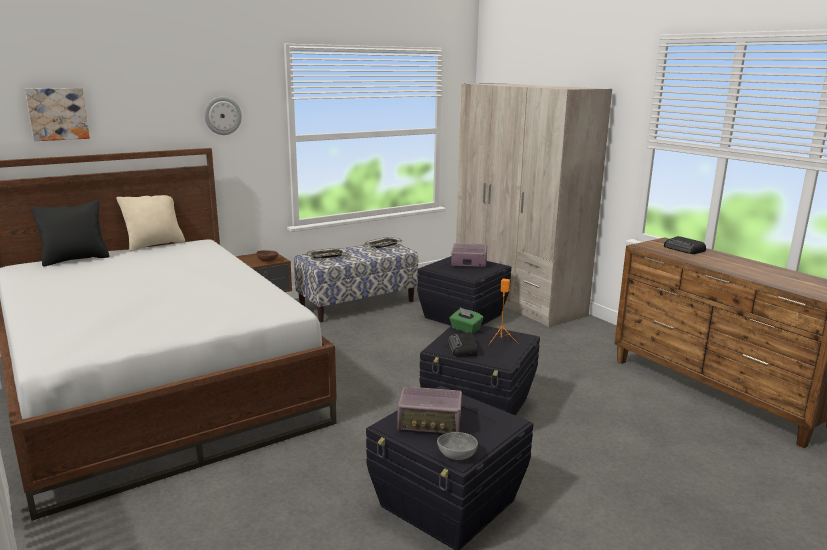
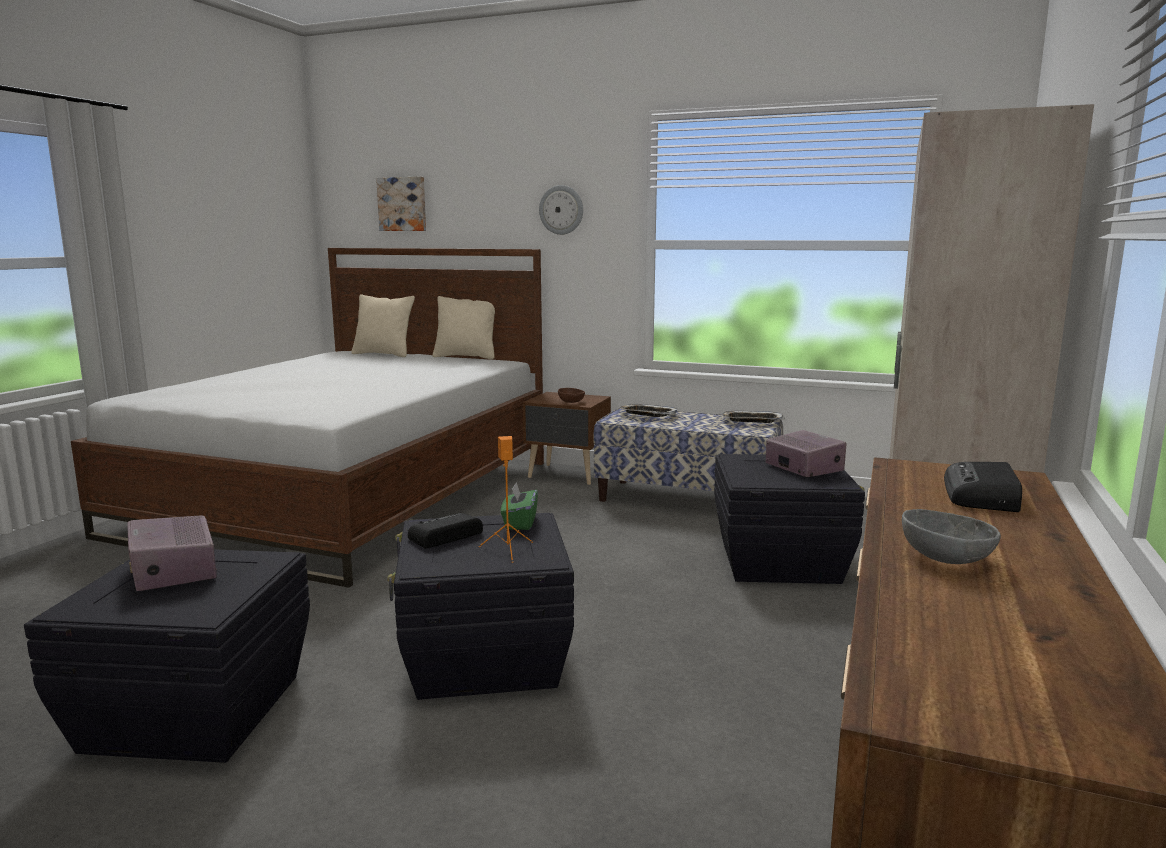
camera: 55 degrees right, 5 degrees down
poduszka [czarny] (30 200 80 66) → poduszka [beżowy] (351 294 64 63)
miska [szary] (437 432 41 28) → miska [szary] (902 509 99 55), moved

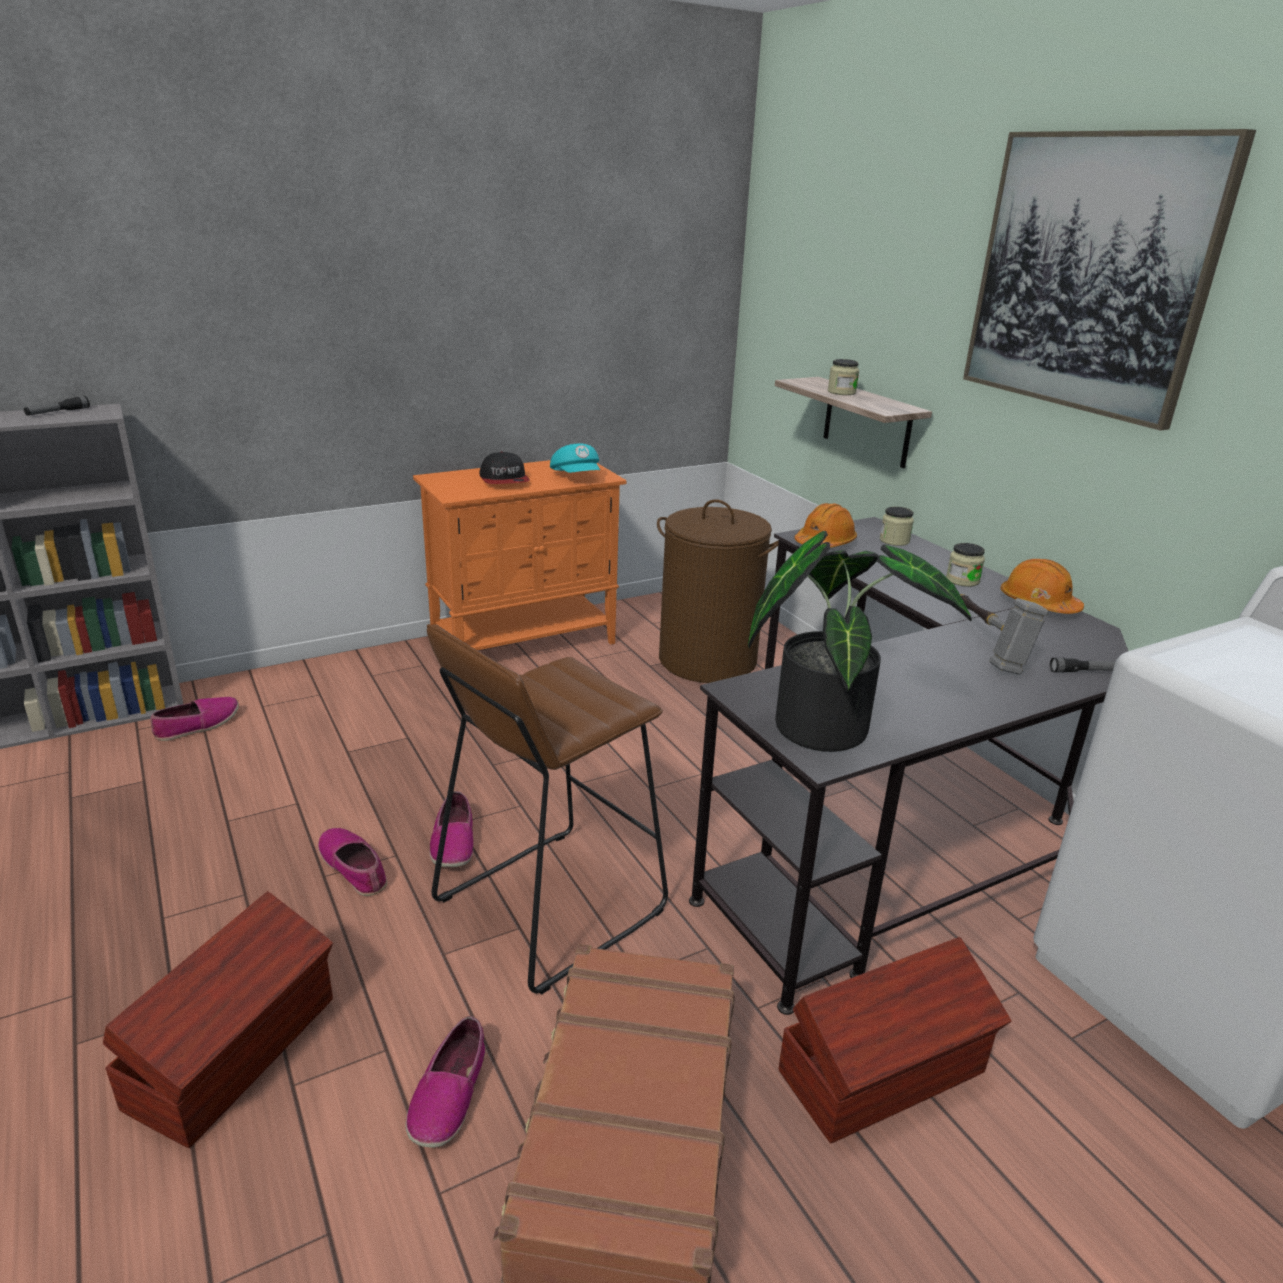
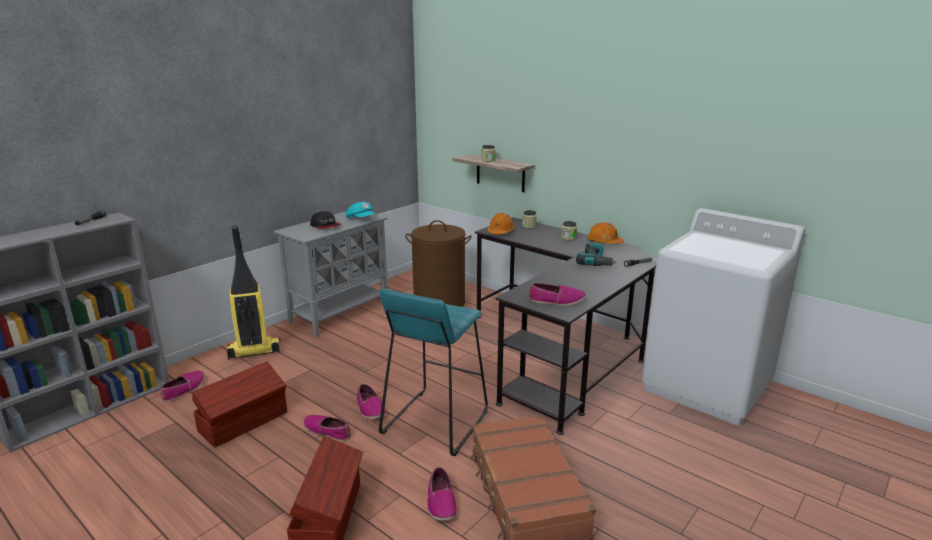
camera: 20 degrees left, 5 degrees down
szafka [pomarańczowy] (413 460 214 190) → szafka [szary] (273 211 115 125)
stołek [brązowy] (427 624 241 371) → stołek [turkusowy] (379 289 109 167)
roślina doniczkowa (748 531 224 221) → but (529 283 57 23)
pojemnik do przechowywania [brązowy] (779 937 232 206) → pojemnik do przechowywania [brązowy] (192 361 95 87), moved
młotek (960 594 88 81) → wiertarka (576 243 41 23)
obraz (963 129 293 302) → -
- → odkurzacz (227 225 53 135)

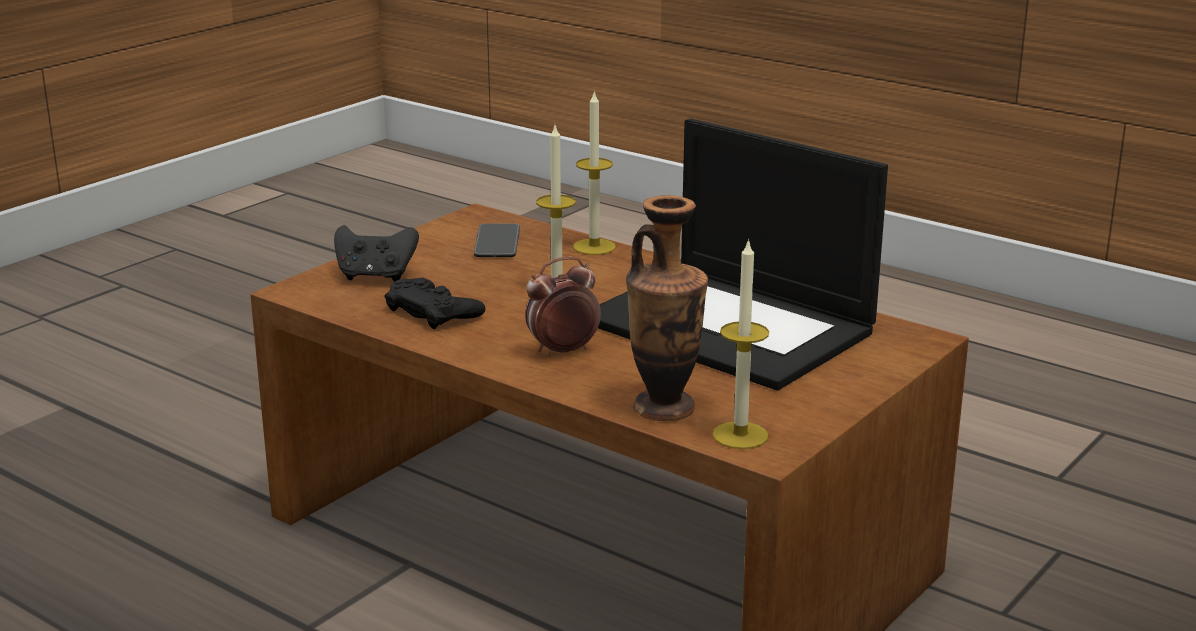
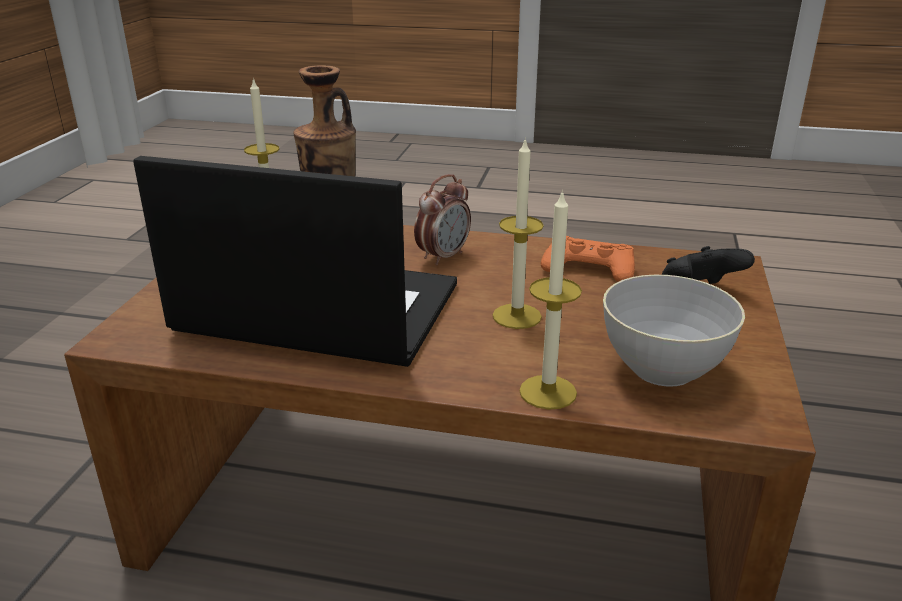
camera: 155 degrees right, 5 degrees up
pad do gier [czarny] (385 277 101 52) → pad do gier [pomarańczowy] (540 236 95 46)
telefon (474 224 46 33) → miska [szary] (603 275 142 112)

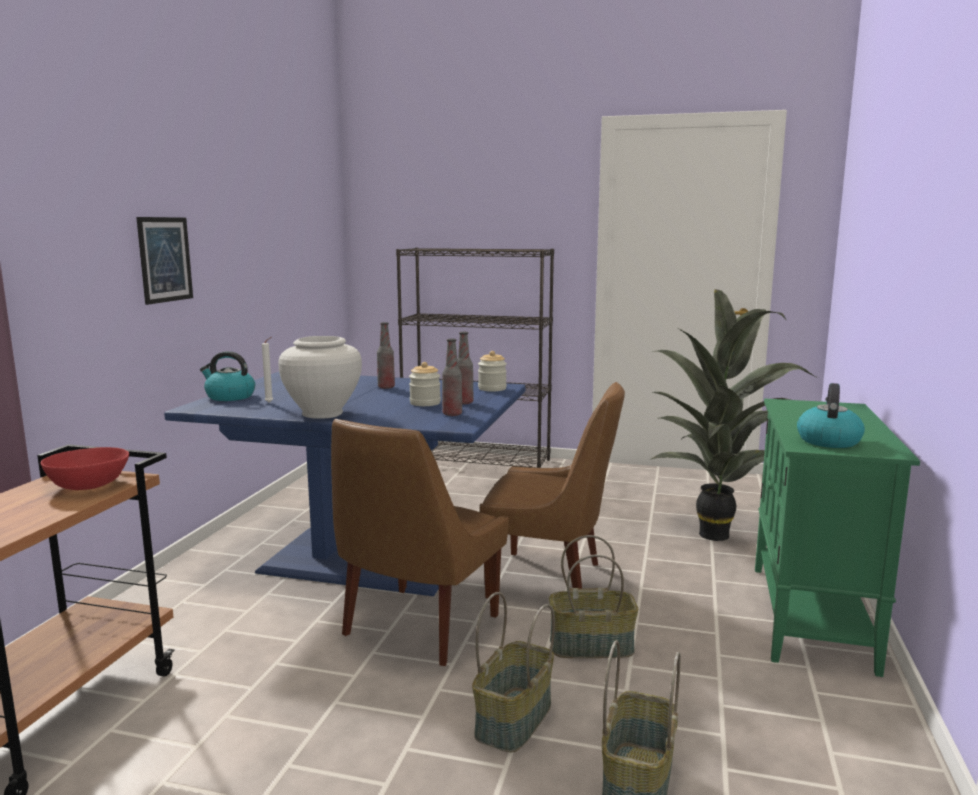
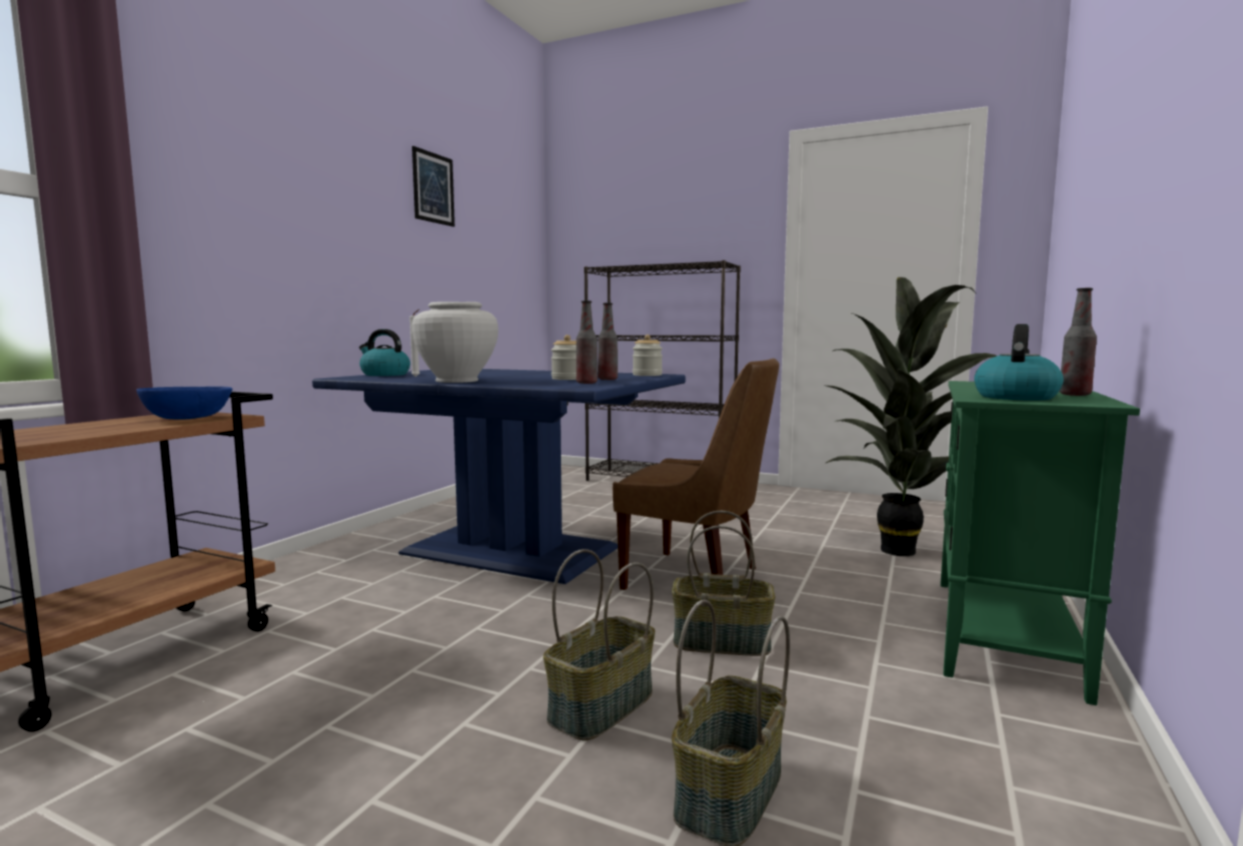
camera: 10 degrees right, 5 degrees down
miska [czerwony] (40 447 89 43) → miska [niebieski] (136 386 96 34)
obraz (136 217 57 88) → obraz (412 146 43 81), moved
krzesło [brązowy] (331 419 178 247) → -
butelka (377 322 18 67) → butelka (1059 288 38 108), moved

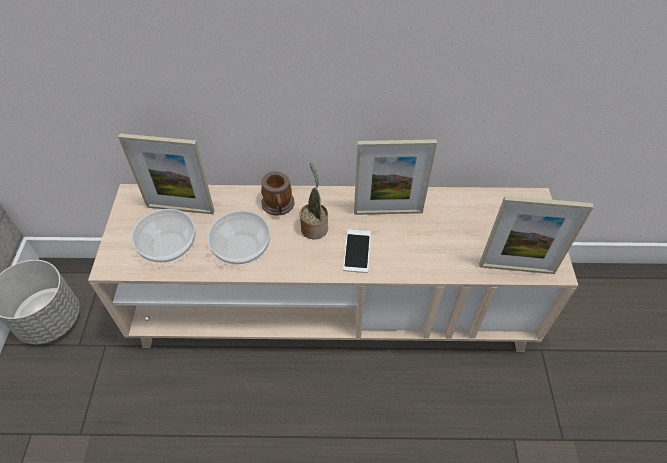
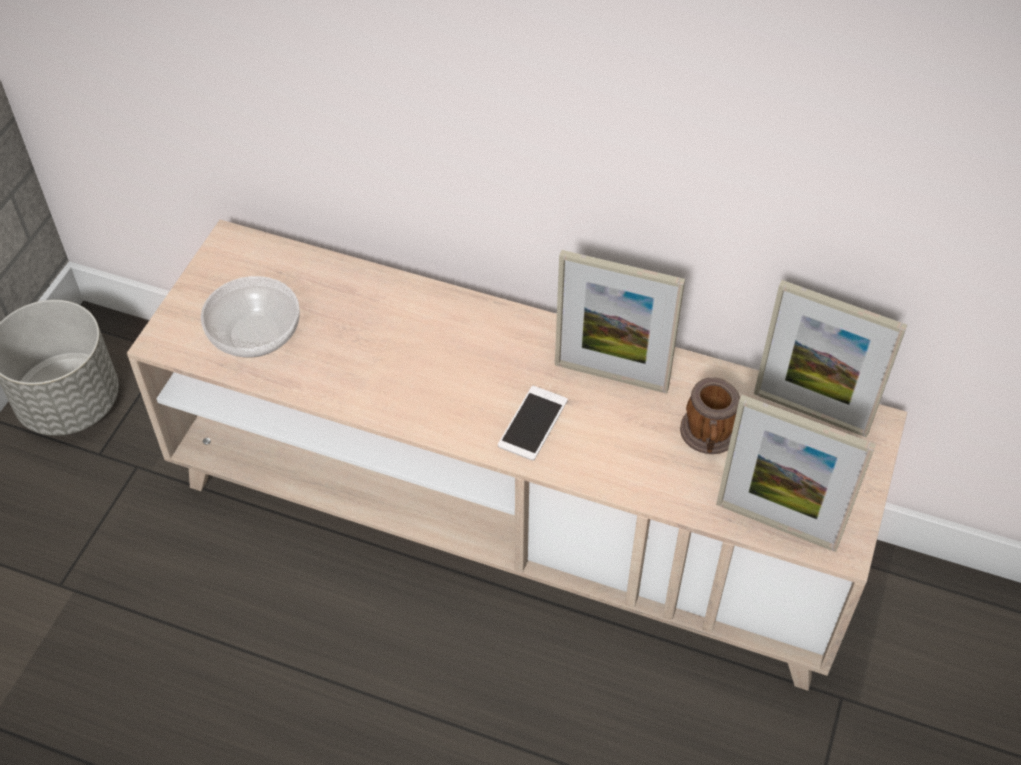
camera: 20 degrees right, 0 degrees up
ramka na zdjęcie (118 133 96 81) → ramka na zdjęcie (754 280 153 158), moved
miska (207 210 64 54) → -
kubek (261 171 33 45) → kubek (680 377 60 77), moved
roślina doniczkowa (300 163 28 76) → -

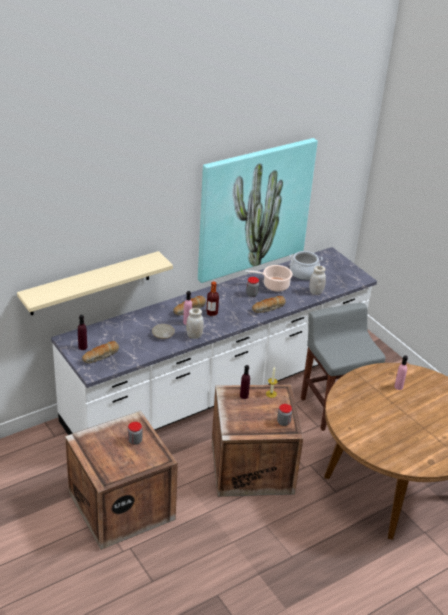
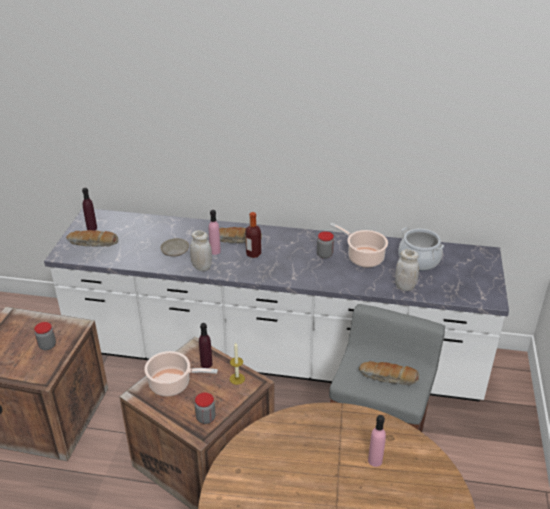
camera: 45 degrees right, 0 degrees up
półka [beżowy] (17 251 156 64) → -
obraz (198 138 120 145) → -
chleb (252 296 34 17) → chleb (359 361 60 24), moved
- → garnek (145 351 73 45)

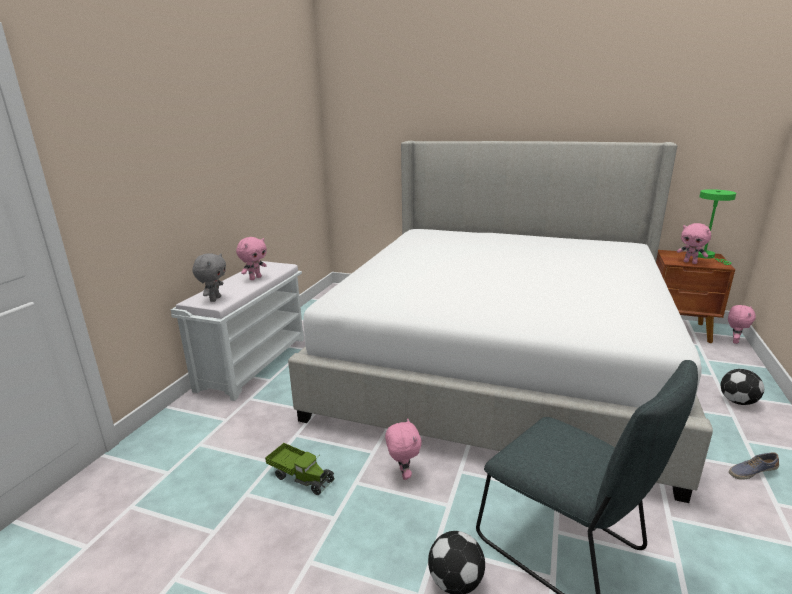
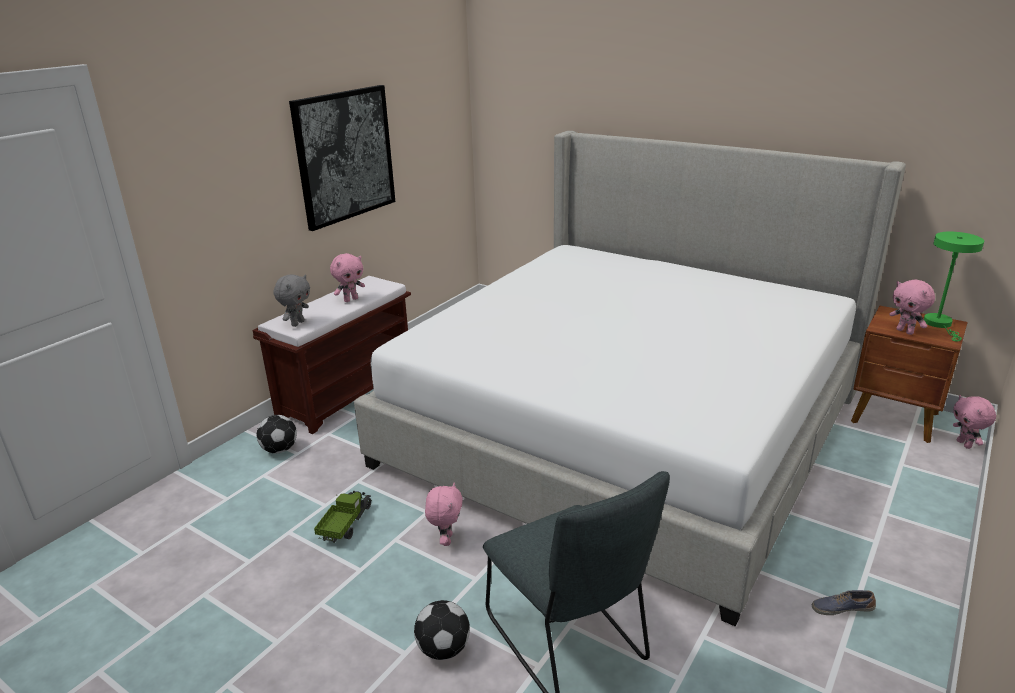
camera: 15 degrees right, 5 degrees up
ławka [biały] (171 261 133 140) → ławka [brązowy] (253 276 158 158)
ciężarówka zabawkowa (265 443 70 52) → ciężarówka zabawkowa (314 491 58 52), 120 degrees counterclockwise
piłka futbolowa (720 369 44 36) → piłka futbolowa (257 415 40 38), moved
pluszak [różowy] (728 305 28 39) → pluszak [różowy] (953 395 43 54), 120 degrees clockwise
- → obraz (289 85 106 146)

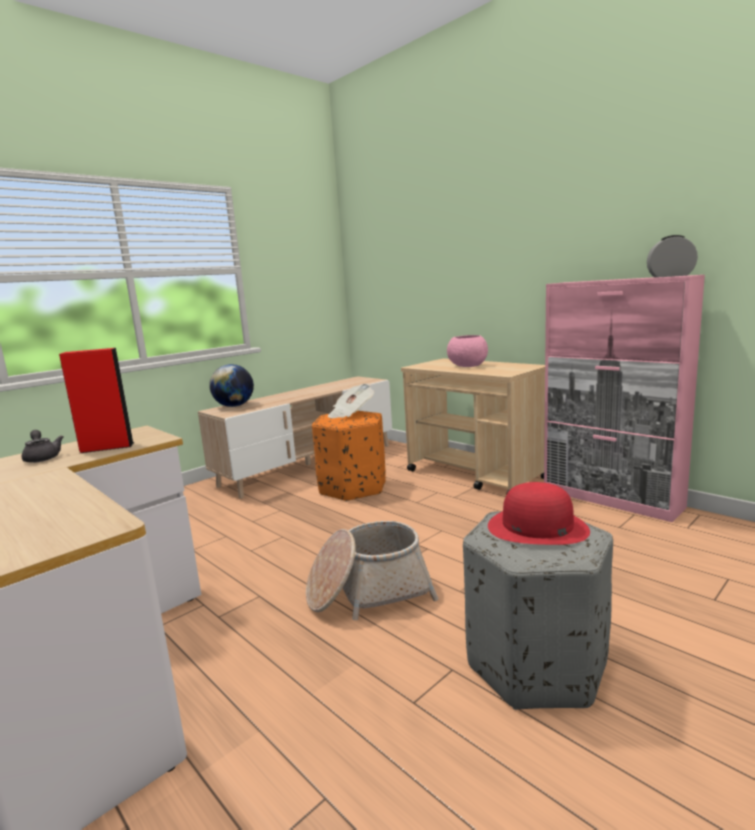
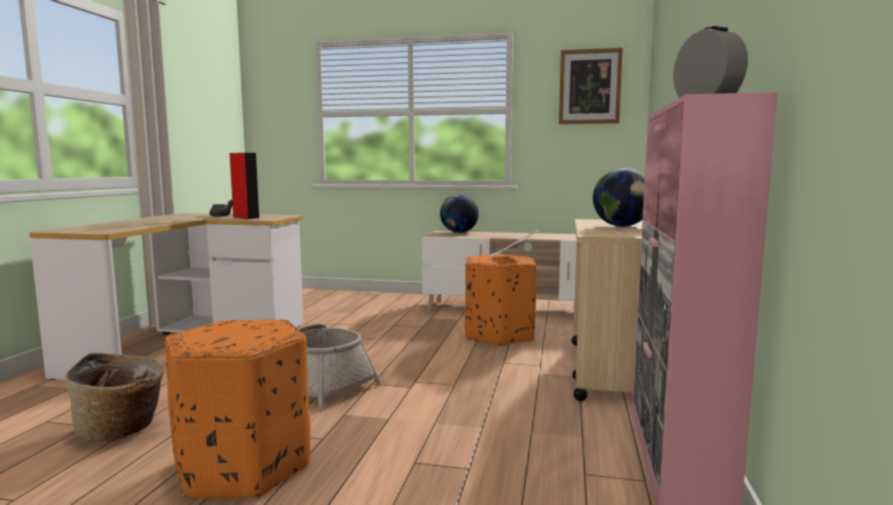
camera: 55 degrees right, 5 degrees down
miska [różowy] (447 335 41 32) → globus (593 168 52 59)
pufa [szary] (463 511 150 199) → pufa [pomarańczowy] (165 320 146 179)
kapelusz [czerwony] (488 482 102 63) → -
- → koszyk (65 353 100 89)
- → obraz (559 48 64 76)

